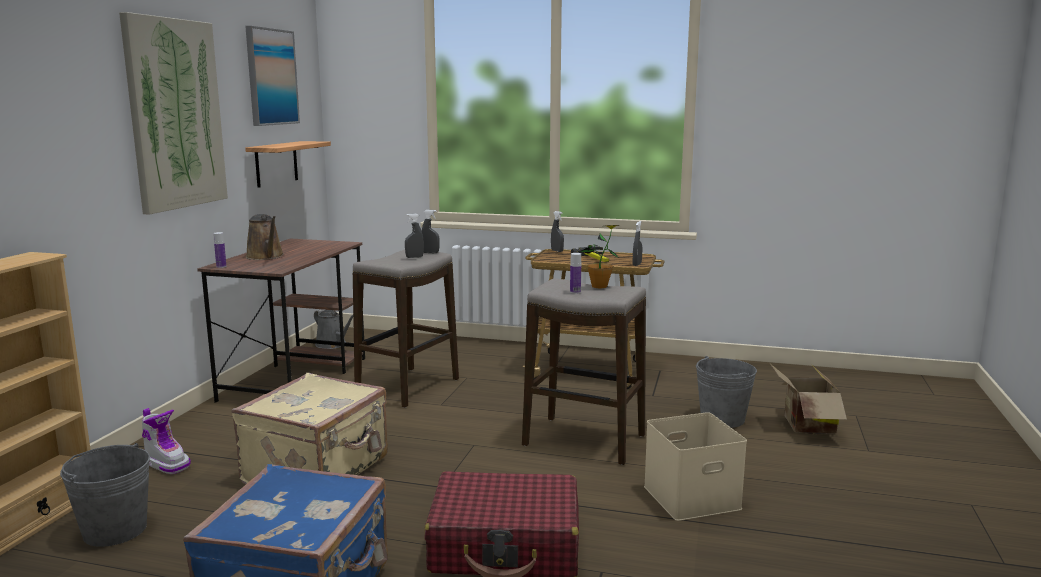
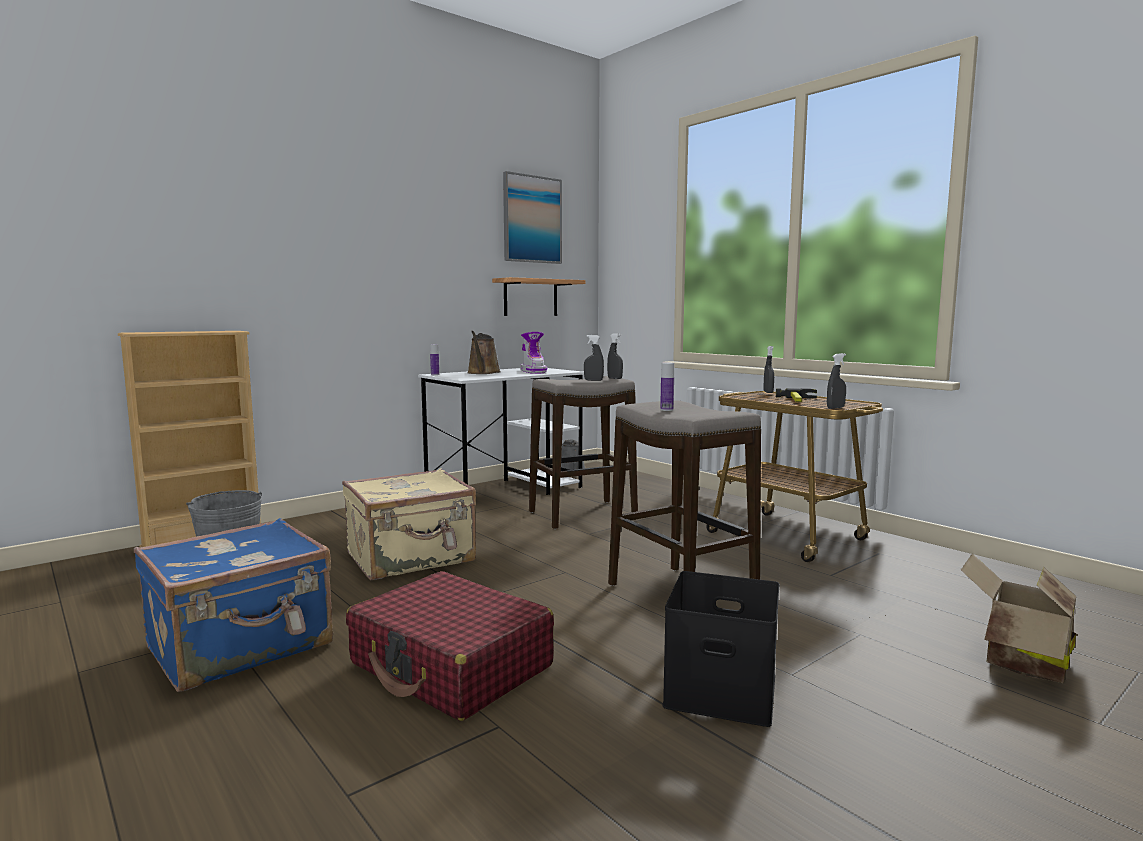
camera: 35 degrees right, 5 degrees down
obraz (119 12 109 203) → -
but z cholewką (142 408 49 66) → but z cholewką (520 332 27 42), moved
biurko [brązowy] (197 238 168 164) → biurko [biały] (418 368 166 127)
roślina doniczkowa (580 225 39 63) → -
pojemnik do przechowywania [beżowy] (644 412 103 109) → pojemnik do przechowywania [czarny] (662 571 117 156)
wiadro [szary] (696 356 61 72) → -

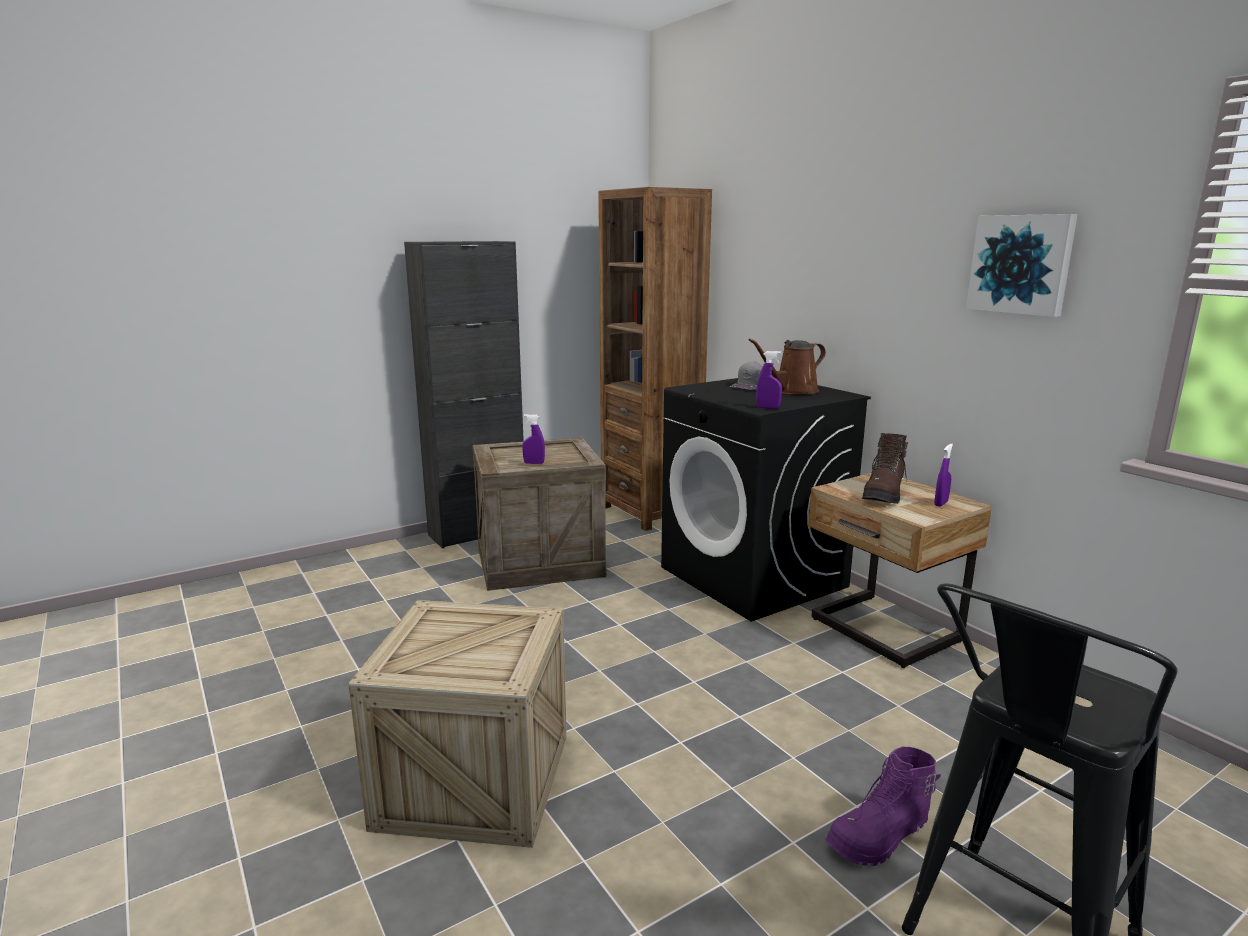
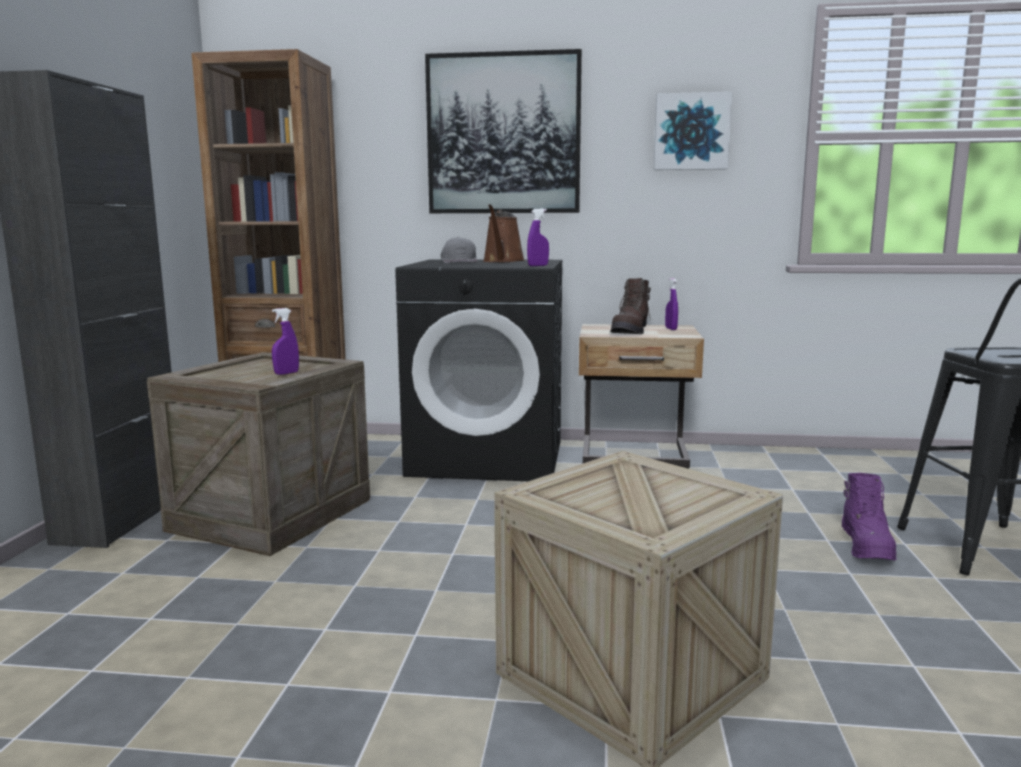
camera: 50 degrees left, 5 degrees down
but z cholewką [brązowy] (862 433 46 71) → but z cholewką [brązowy] (610 278 41 56), 45 degrees clockwise
- → obraz (425 49 157 164)

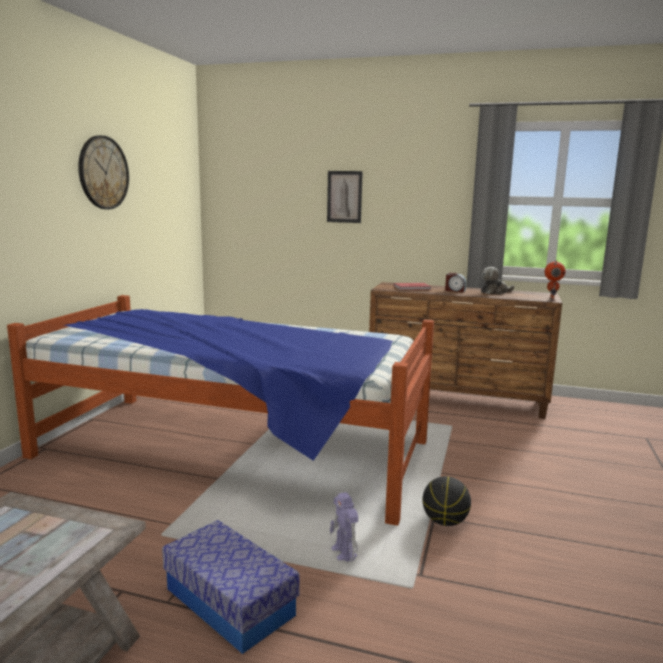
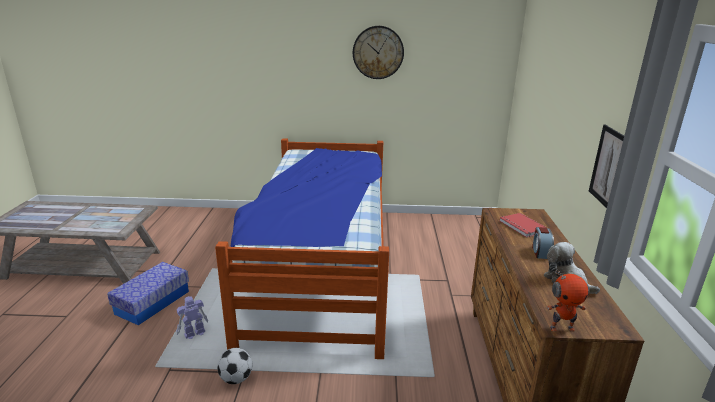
camera: 75 degrees right, 10 degrees up
obraz (327 171 36 52) → obraz (589 125 35 83), moved
piłka do koszykówki (422 476 49 50) → piłka futbolowa (217 348 35 36)

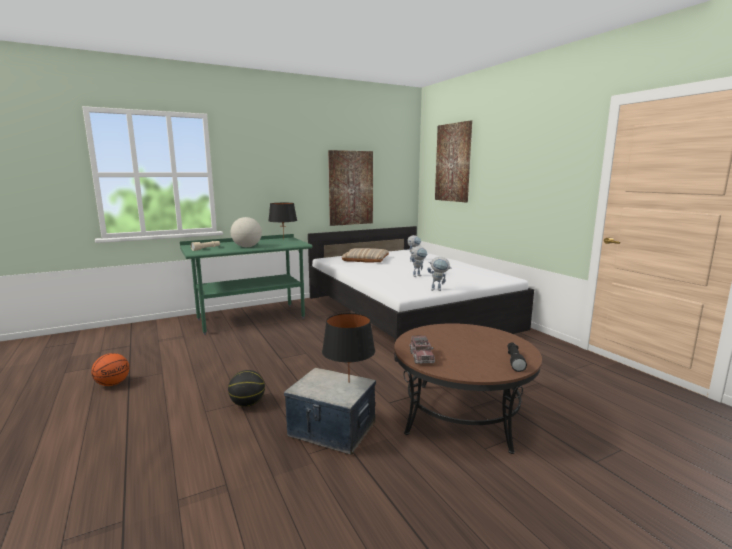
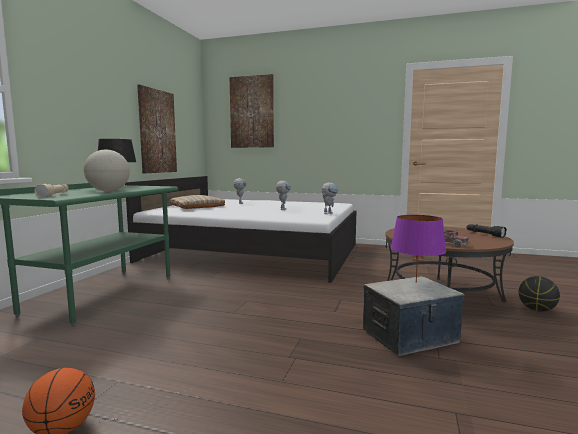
camera: 45 degrees left, 5 degrees down
piłka do koszykówki (228 370 37 37) → piłka do koszykówki (519 276 41 36), moved
lampa stołowa [czarny] (322 313 53 70) → lampa stołowa [fioletowy] (391 215 55 68)

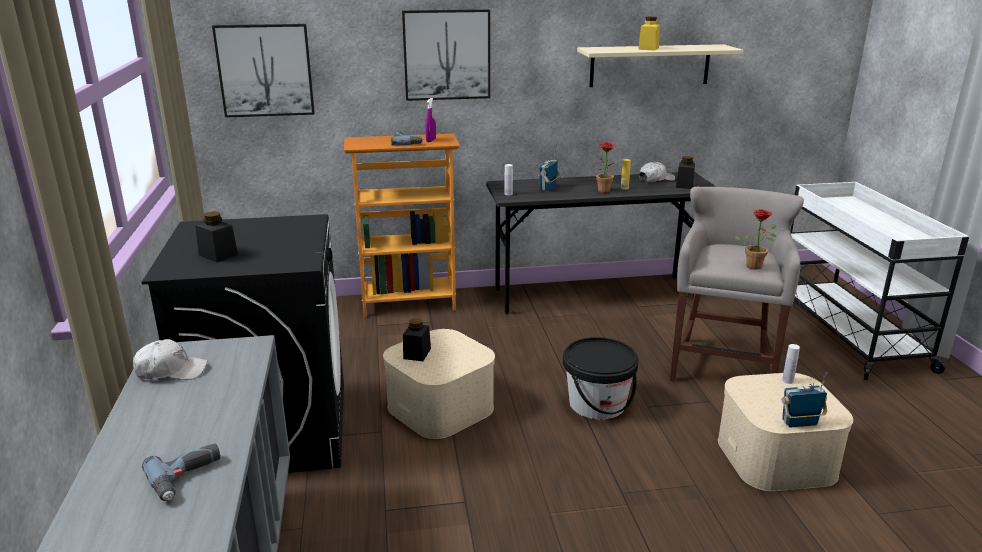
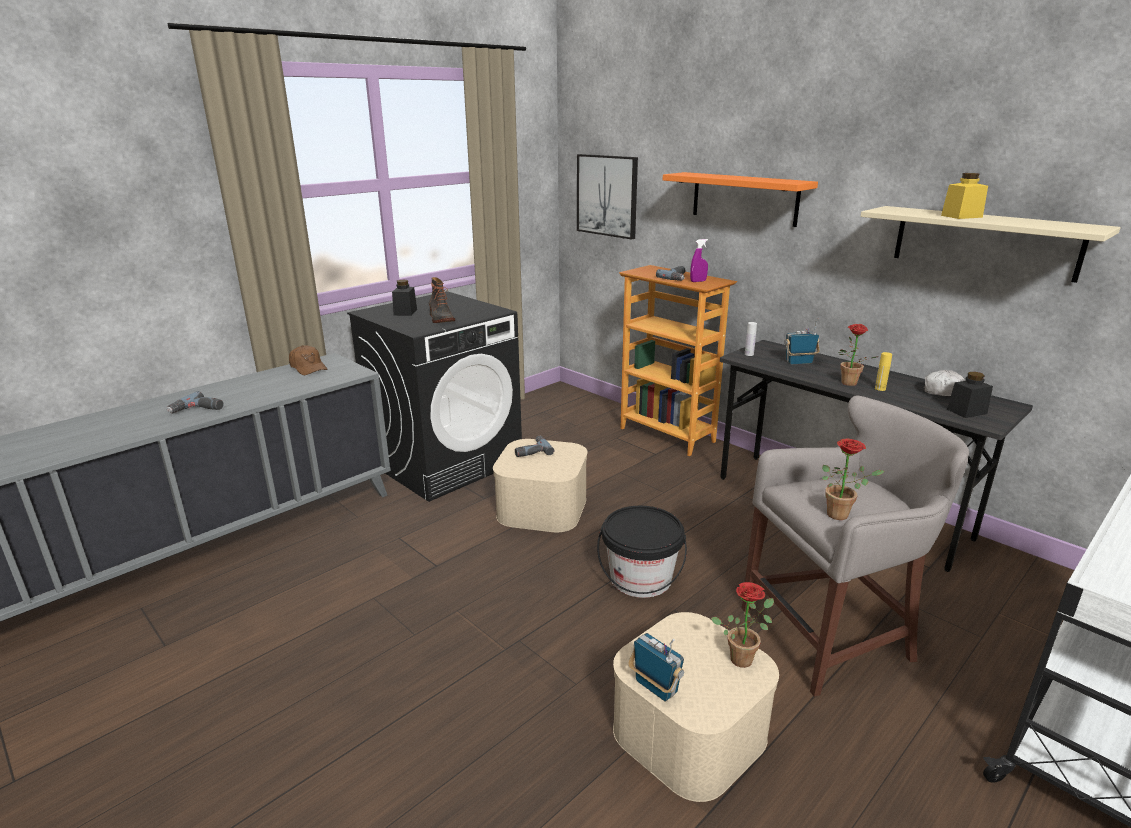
camera: 55 degrees right, 0 degrees up
czapka z daszkiem [biały] (133 339 75 41) → czapka z daszkiem [brązowy] (289 345 38 30)
obraz (402 9 88 92) → półka [pomarańczowy] (663 172 155 55)
słoik [czarny] (403 318 28 43) → wiertarka (515 435 39 22)
butelka [biały] (782 344 18 40) → roślina doniczkowa (711 582 63 86)
- → but z cholewką (429 277 26 46)

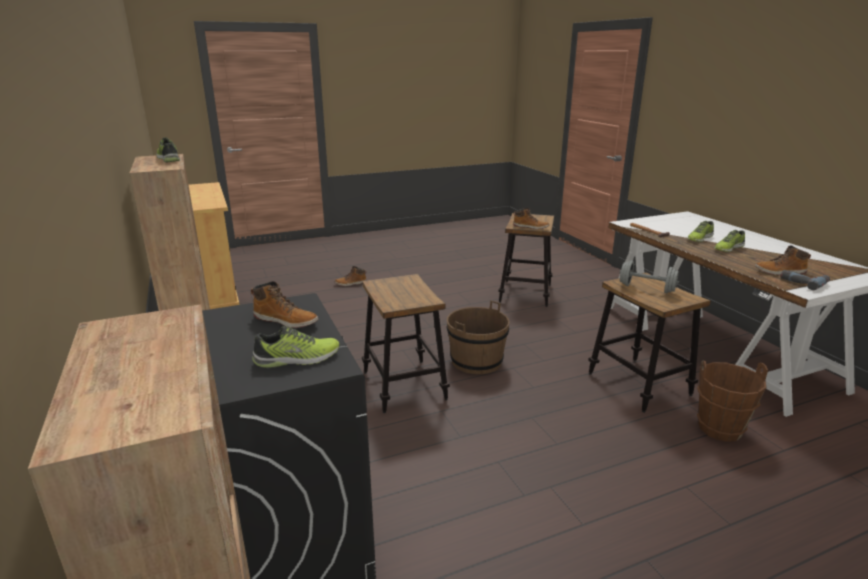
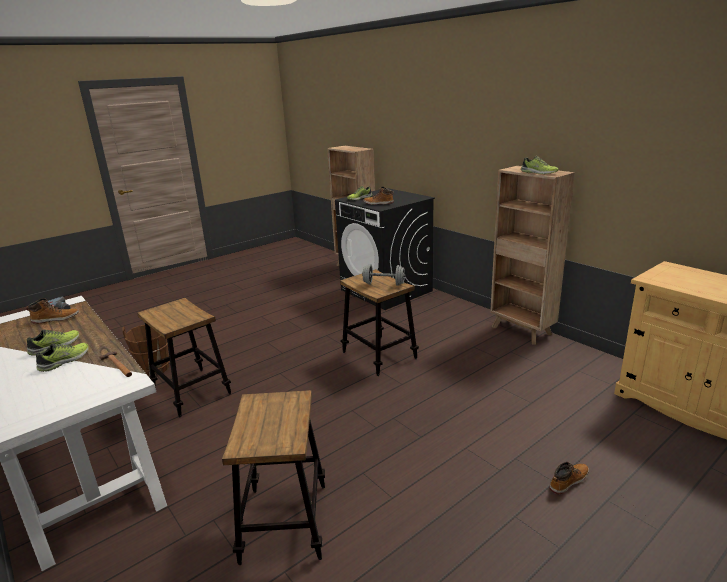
camera: 165 degrees right, 0 degrees up
wiadro [brązowy] (447 300 62 74) → -
but z cholewką (513 208 36 21) → -
hantel [szary] (619 260 61 33) → hantel [szary] (362 264 44 22), moved

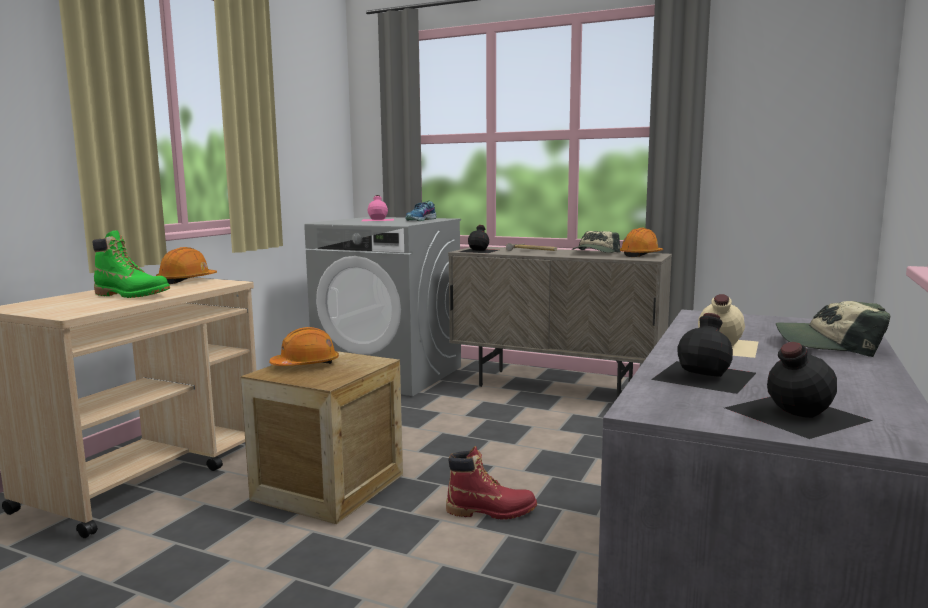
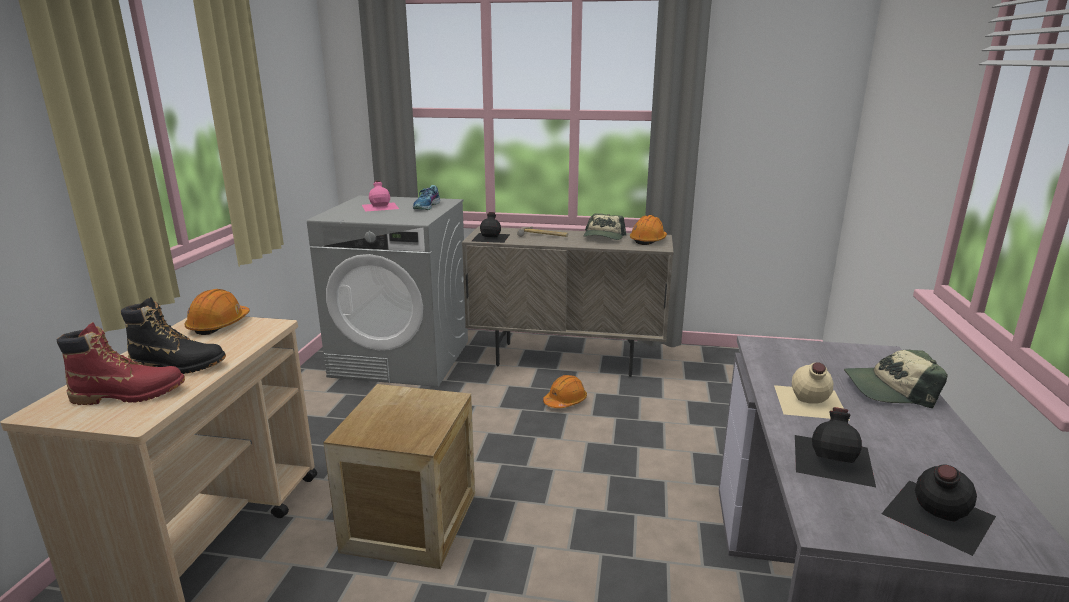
camera: 15 degrees left, 10 degrees up
but z cholewką [zielony] (92 230 78 68) → but z cholewką [czarny] (121 297 105 77)
kask [pomarańczowy] (269 327 70 39) → kask [pomarańczowy] (543 375 44 33), moved
but z cholewką [czerwony] (446 446 91 74) → but z cholewką [czerwony] (57 322 128 83), moved

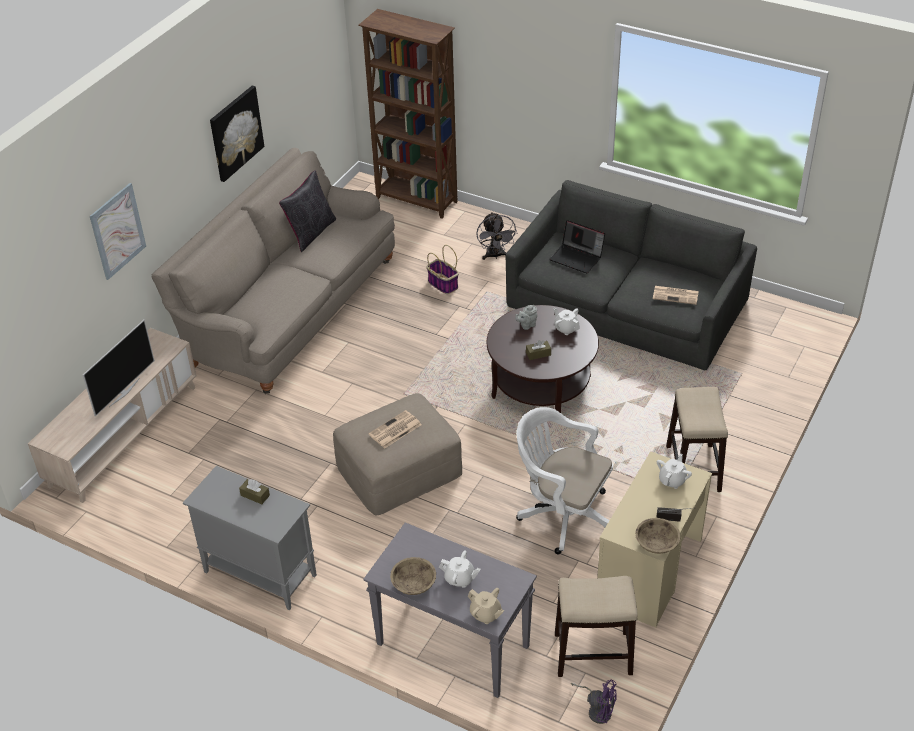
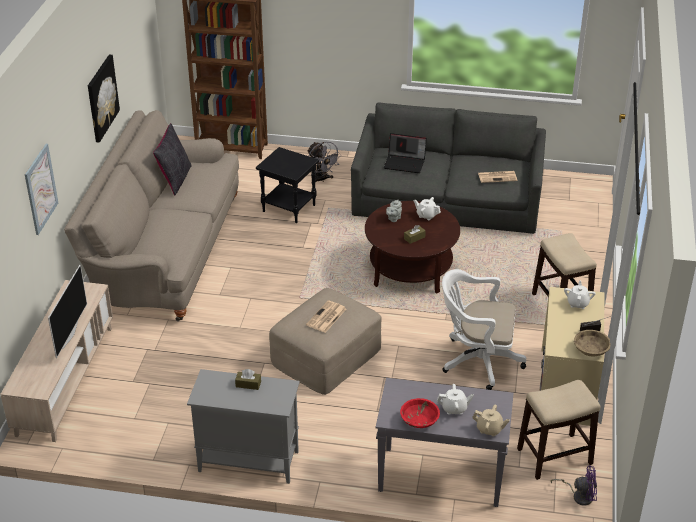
camera: 20 degrees left, 5 degrees down
miska [beżowy] (390 557 46 38) → miska [czerwony] (400 398 40 30)
koszyk (427 245 32 49) → stolik [czarny] (256 147 63 76)

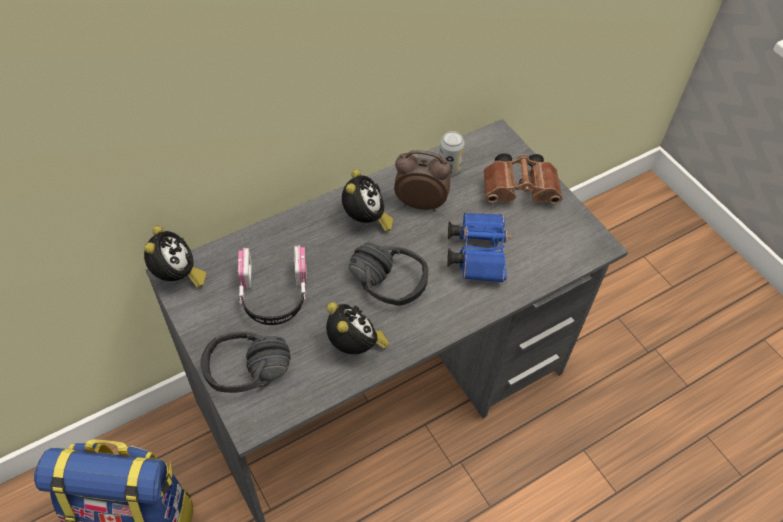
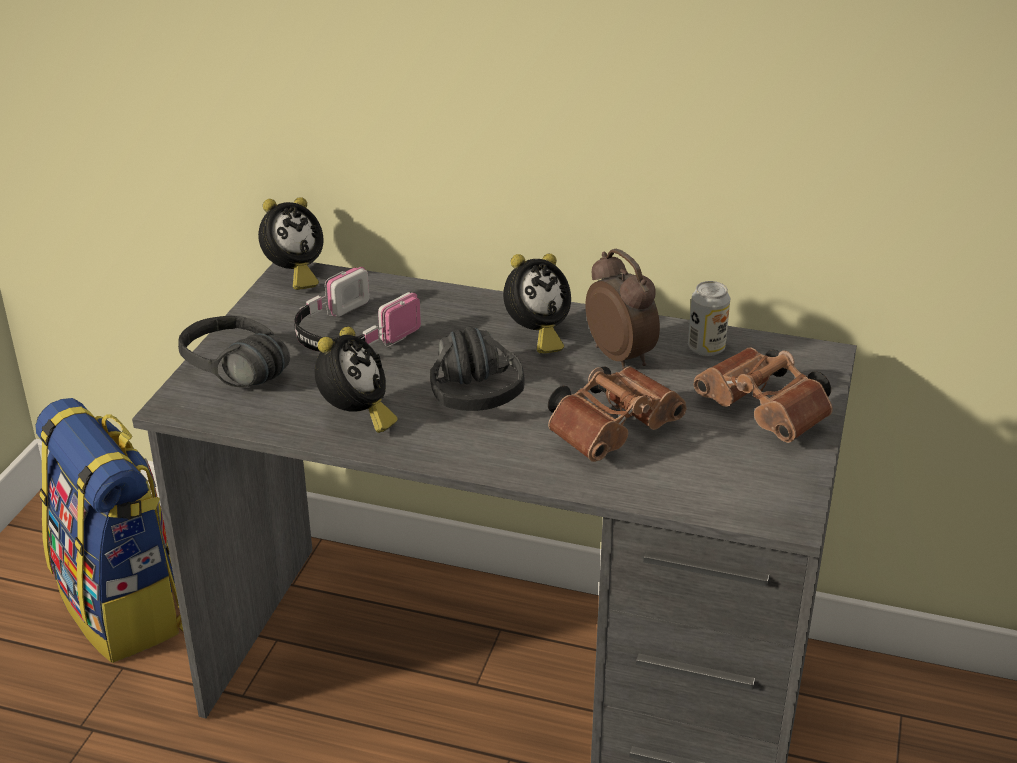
camera: 50 degrees right, 20 degrees down
lornetka [niebieski] (447 213 64 70) → lornetka [brązowy] (548 366 139 96)

